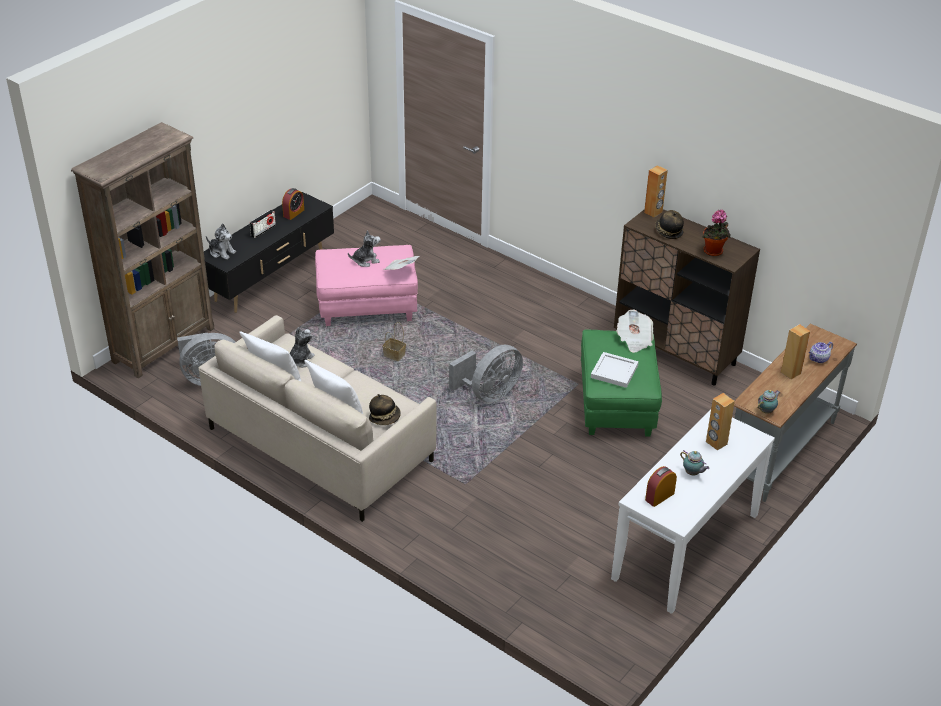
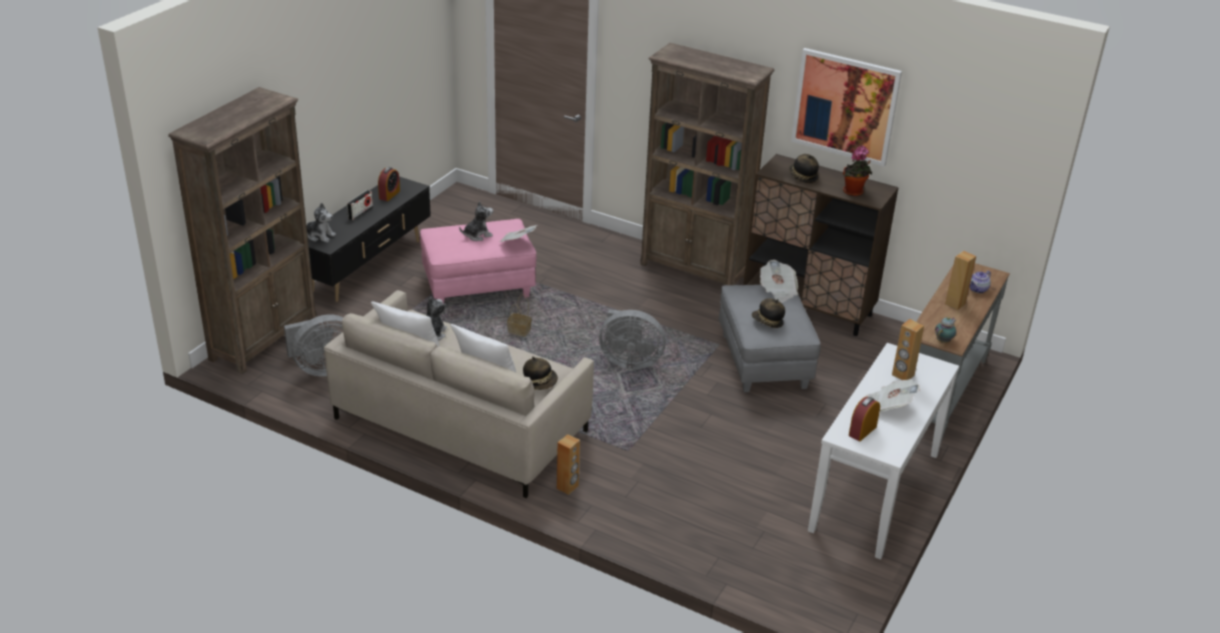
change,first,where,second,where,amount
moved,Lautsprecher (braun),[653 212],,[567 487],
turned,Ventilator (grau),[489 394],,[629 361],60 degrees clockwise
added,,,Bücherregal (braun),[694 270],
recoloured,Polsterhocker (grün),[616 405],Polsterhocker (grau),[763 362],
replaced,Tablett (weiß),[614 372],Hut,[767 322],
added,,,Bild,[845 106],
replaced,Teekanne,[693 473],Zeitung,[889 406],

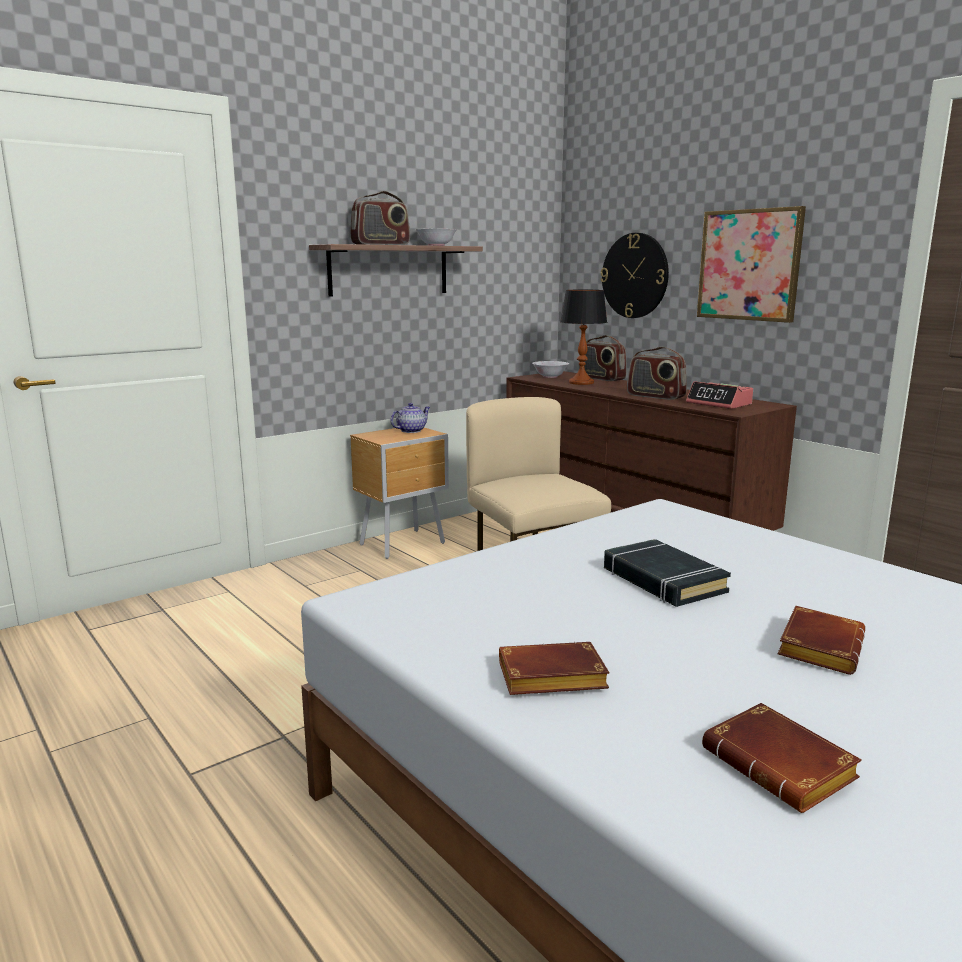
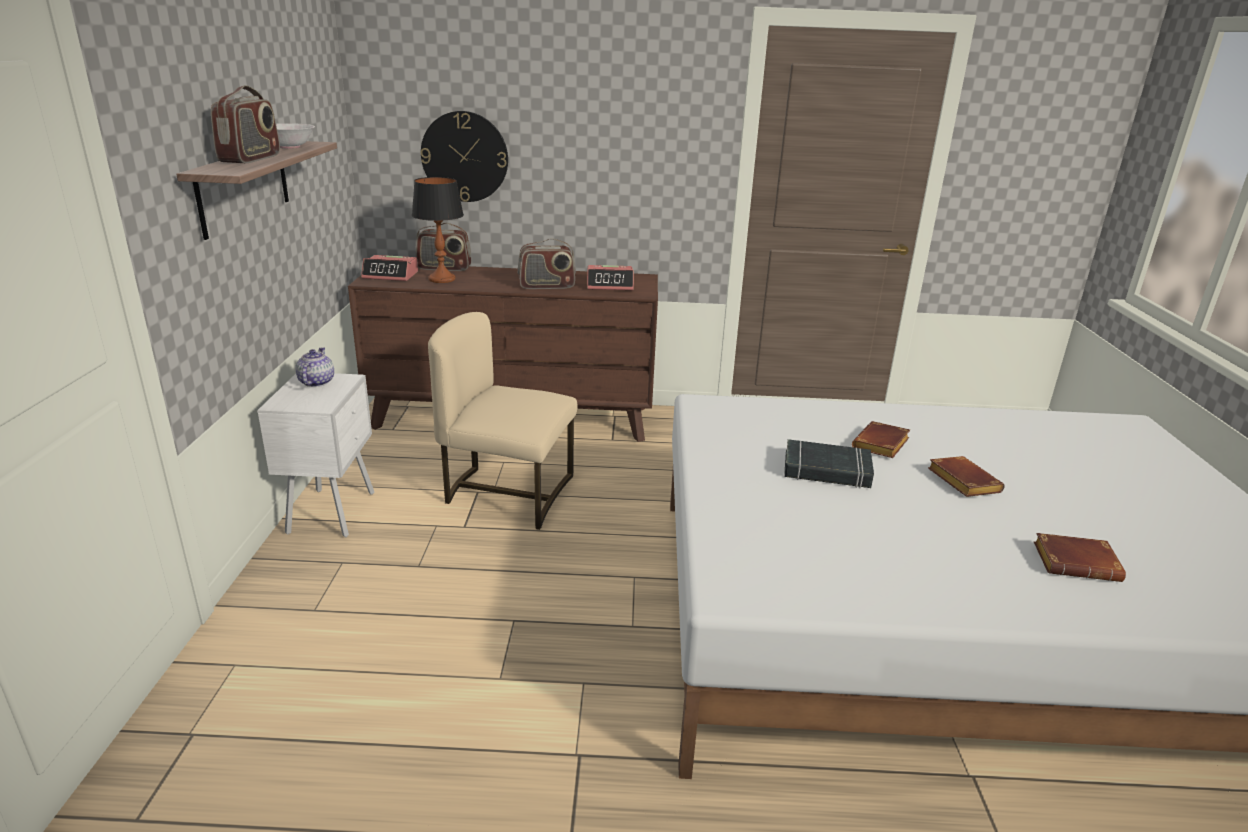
change,first,where,second,where,amount
recoloured,Nachttisch (braun),[404 544],Nachttisch (weiß),[334 512],
replaced,Schüssel (weiß),[550 377],Wecker,[391 275],
moved,Buch (braun),[549 679],,[881 446],
removed,Bild,[749 265],,,

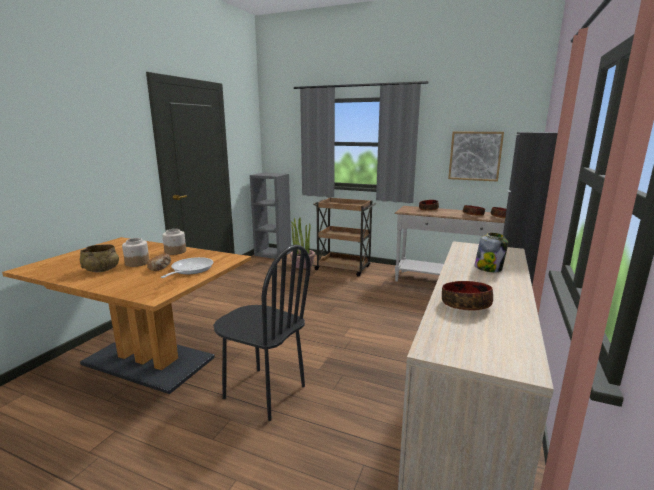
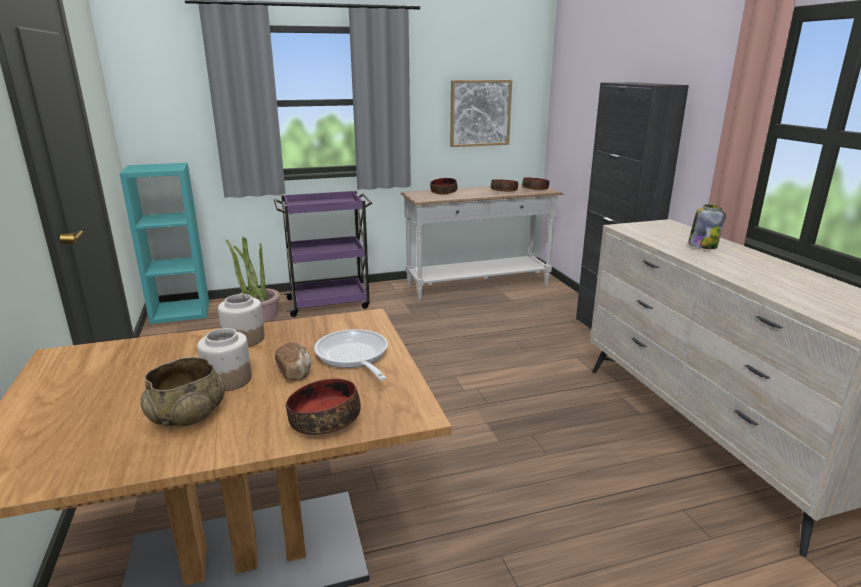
change,first,where,second,where,amount
recoloured,Bücherregal (grau),[273 254],Bücherregal (türkis),[181 311],
recoloured,Rollwagen (braun),[344 268],Rollwagen (lila),[329 303],
moved,Schüssel,[466 305],,[325 419],
removed,Stuhl (schwarz),[264 392],,,

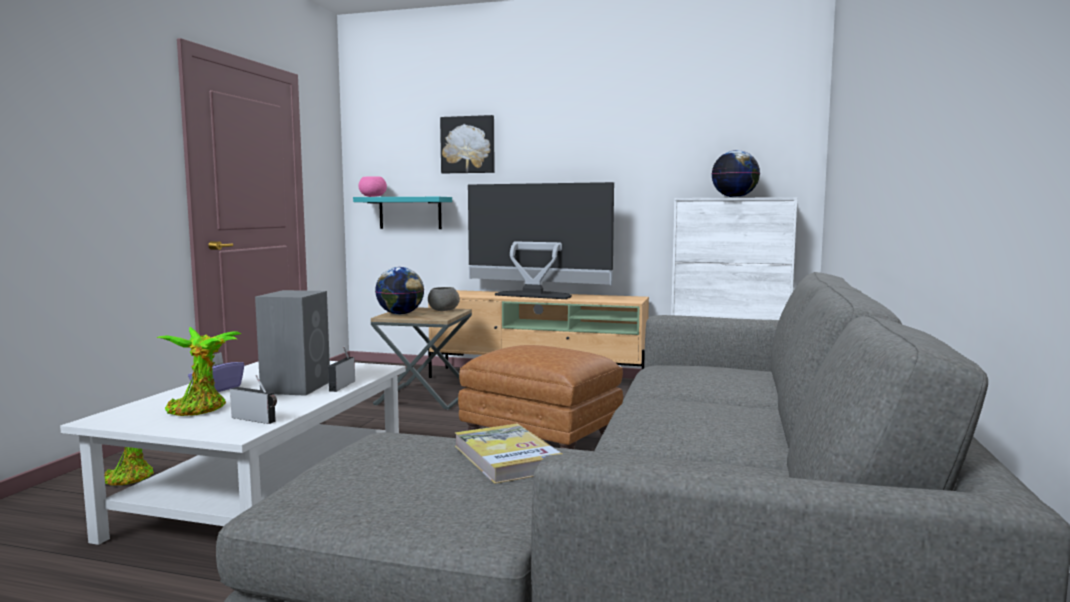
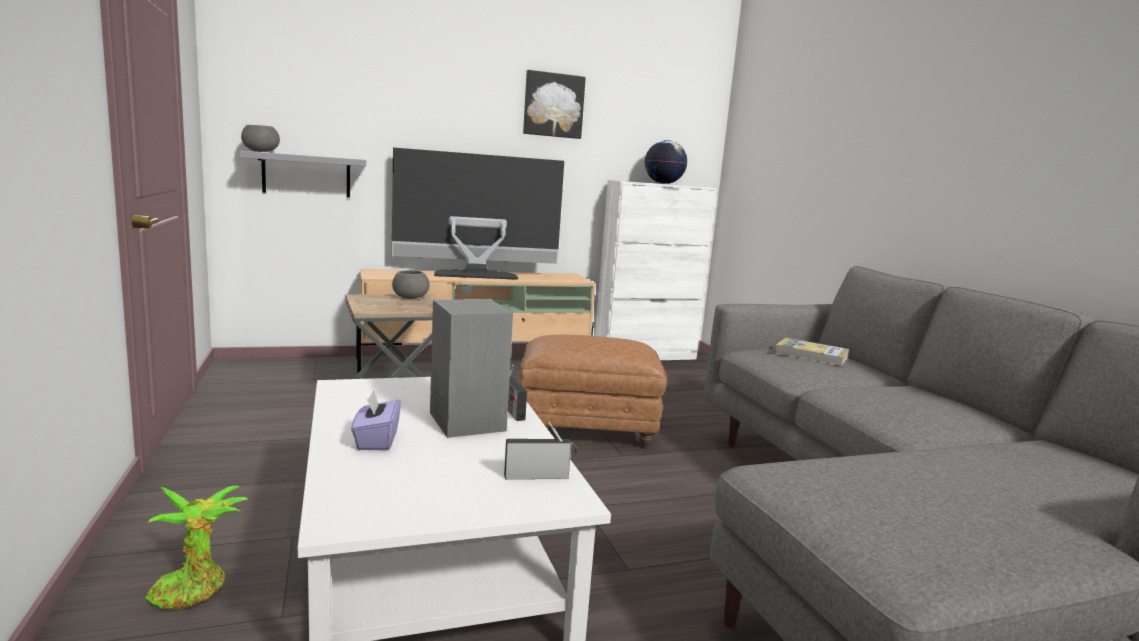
change,first,where,second,where,amount
recoloured,Wandregal (türkis),[410 213],Wandregal (grau),[306 175],
recoloured,Schüssel (rosa),[372 196],Schüssel (grau),[260 151],
moved,Bild,[468 145],,[553 105],
moved,Buch,[507 458],,[811 355],
removed,Topfpflanze,[200 409],,,
removed,Globus,[400 314],,,

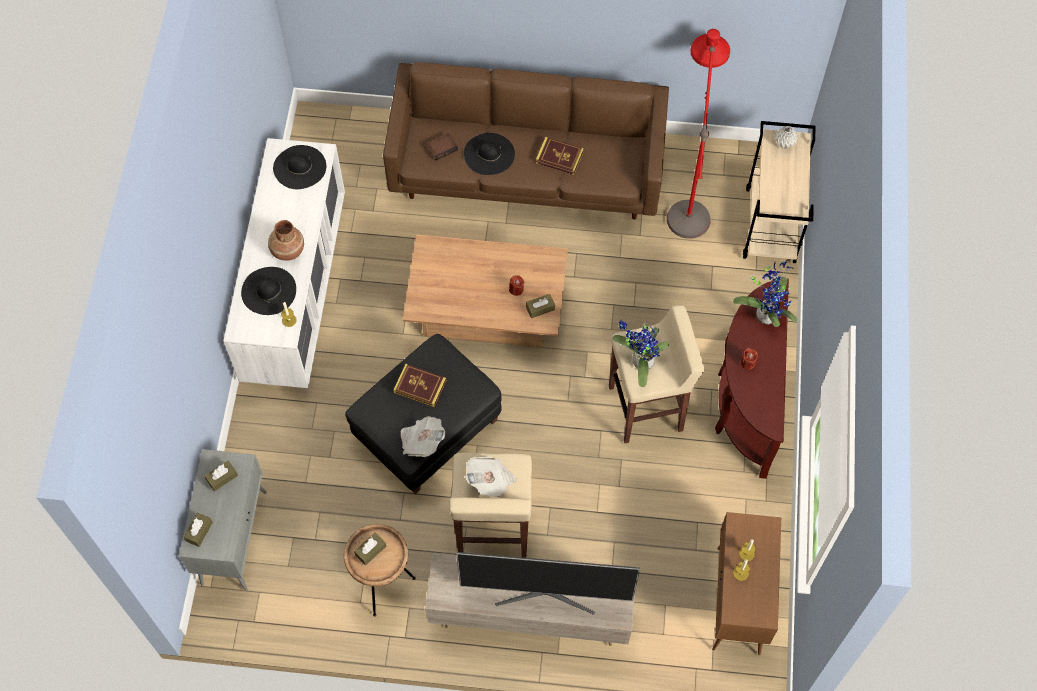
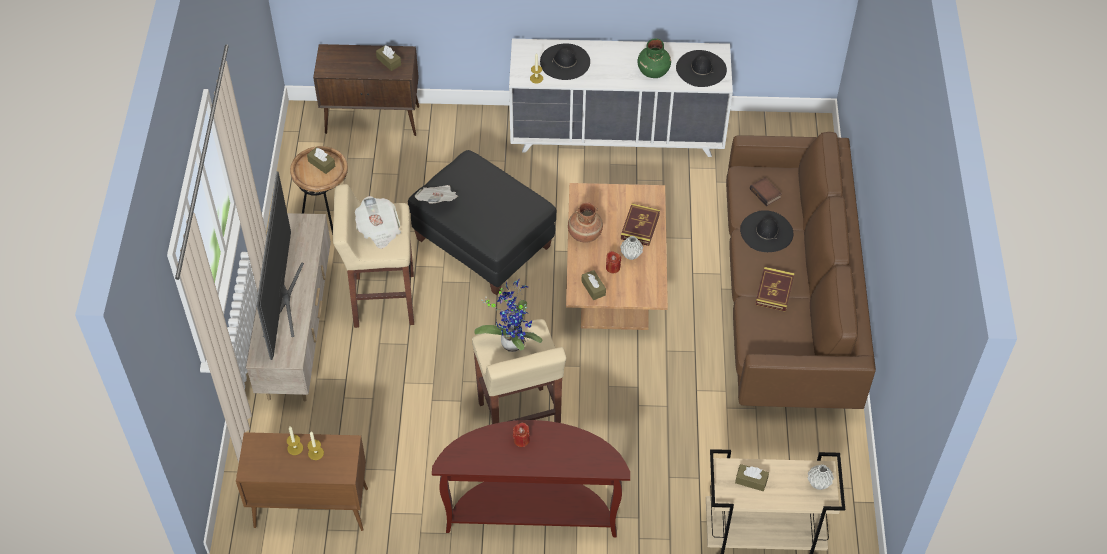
change,first,where,second,where,amount
recoloured,Schrank (grau),[234 537],Schrank (braun),[373 120],
moved,Vase (braun),[287 250],,[584 234],
added,,,Vase (grau),[631 255],
moved,Buch,[420 386],,[640 226],
added,,,Vase (grün),[653 71],
moved,Taschentuchbox (braun),[199 531],,[751 480],
removed,Stehlampe (rot),[689 193],,,
removed,Topfpflanze,[766 313],,,

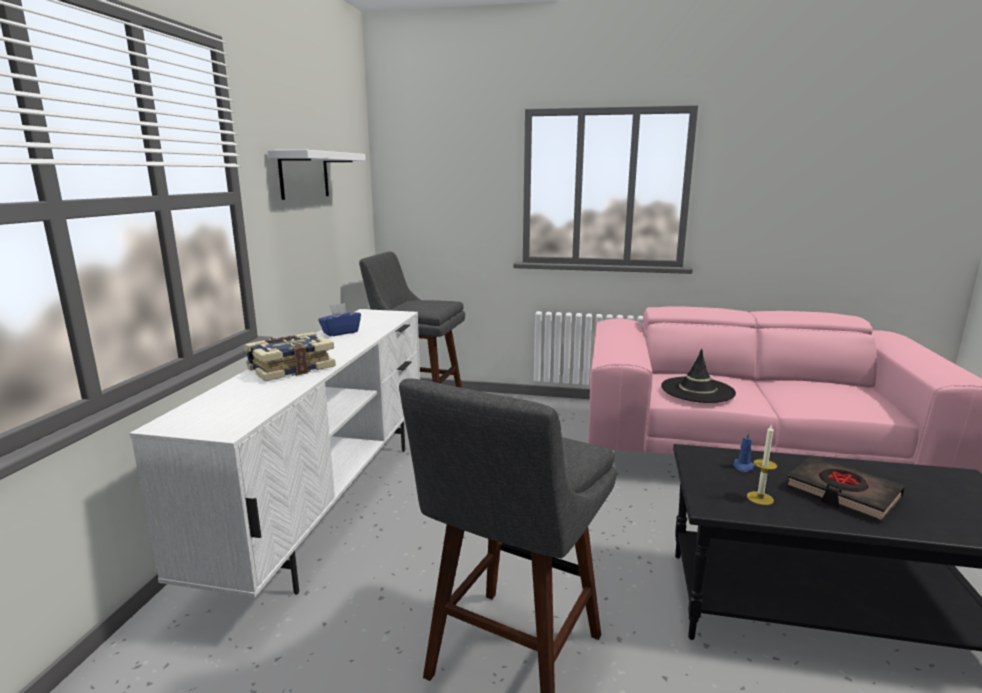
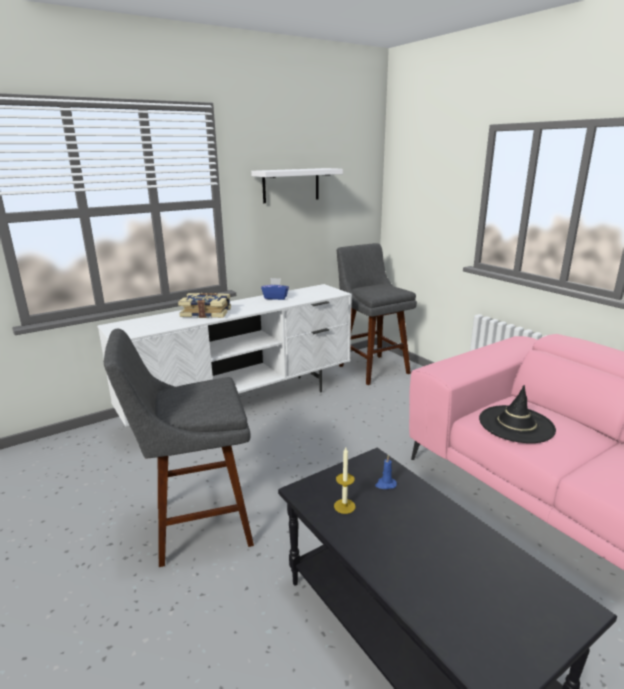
change,first,where,second,where,amount
removed,Buch (schwarz),[842 493],,,

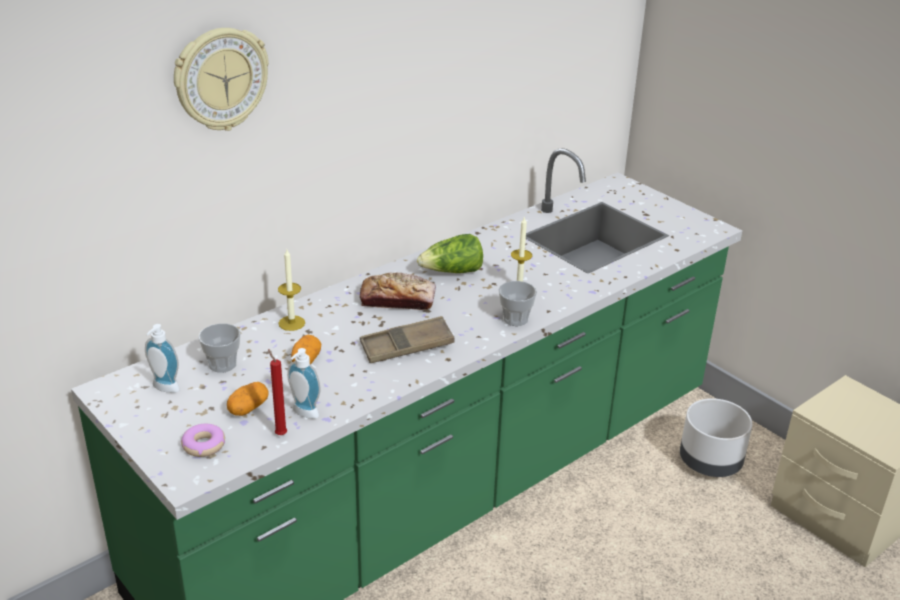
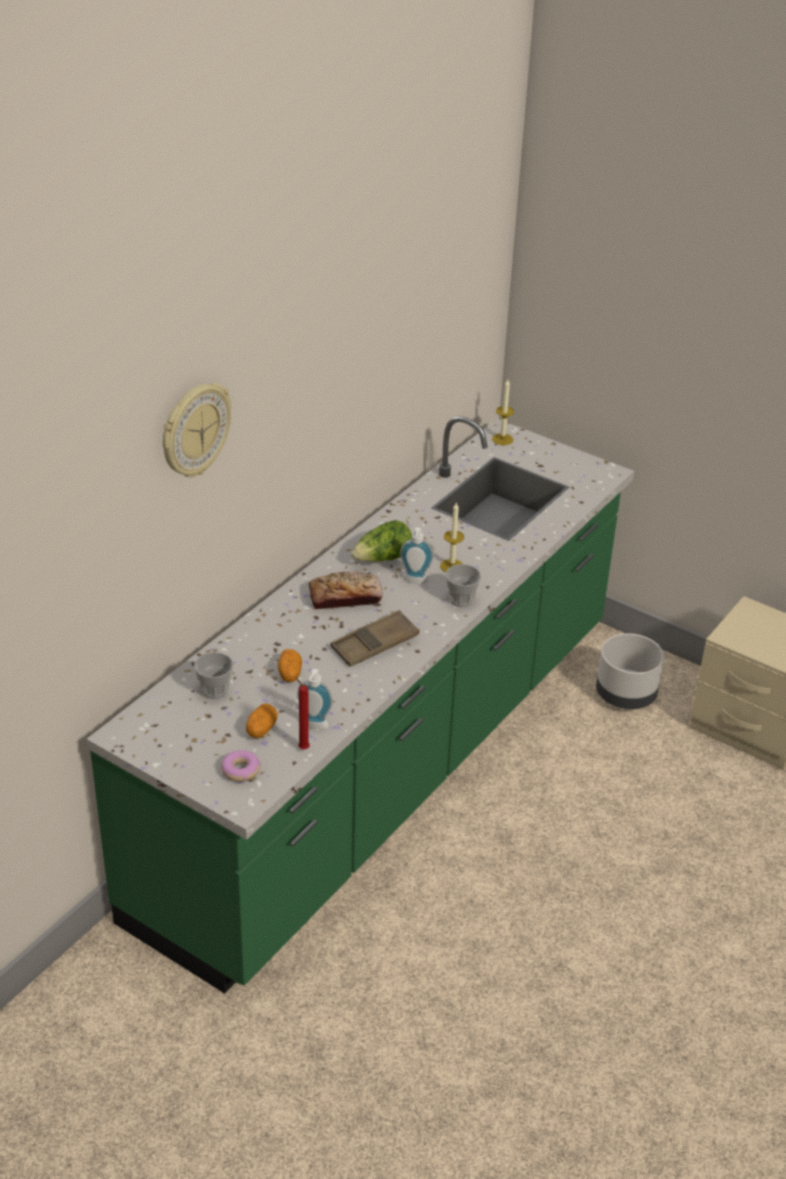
change,first,where,second,where,amount
moved,Seifenspender,[164 389],,[414 581],
moved,Kerze,[291 323],,[502 439],

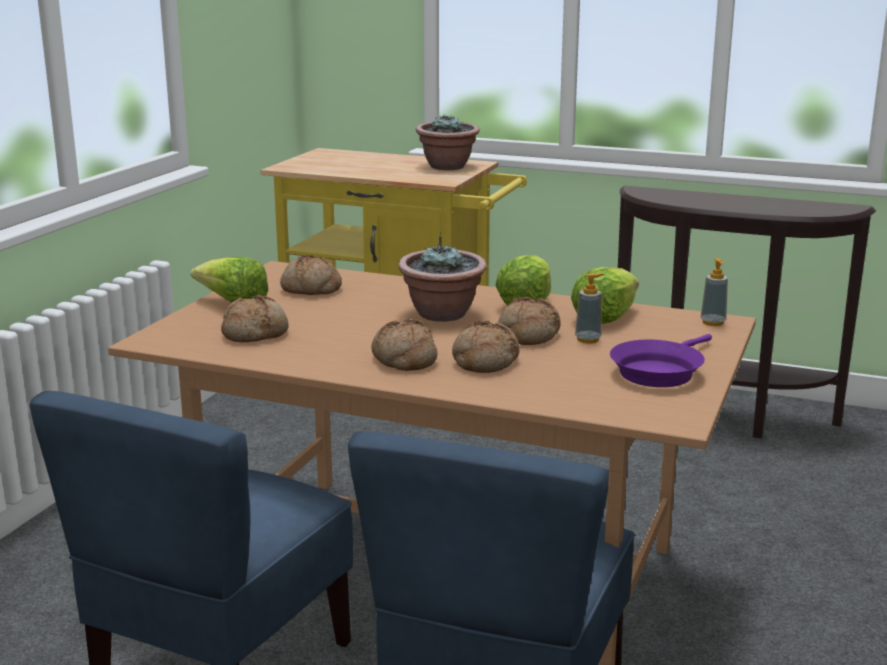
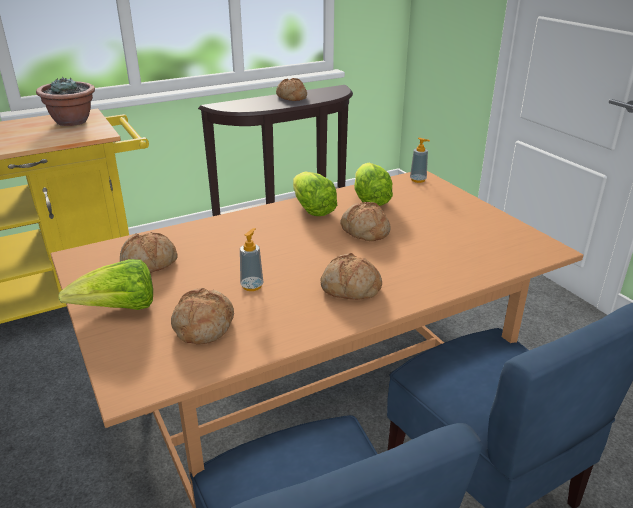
change,first,where,second,where,amount
moved,Seifenspender,[588 339],,[252 286],
moved,Brot,[484 361],,[291 97],
removed,Topfpflanze,[442 314],,,
removed,Pfanne (lila),[659 371],,,

